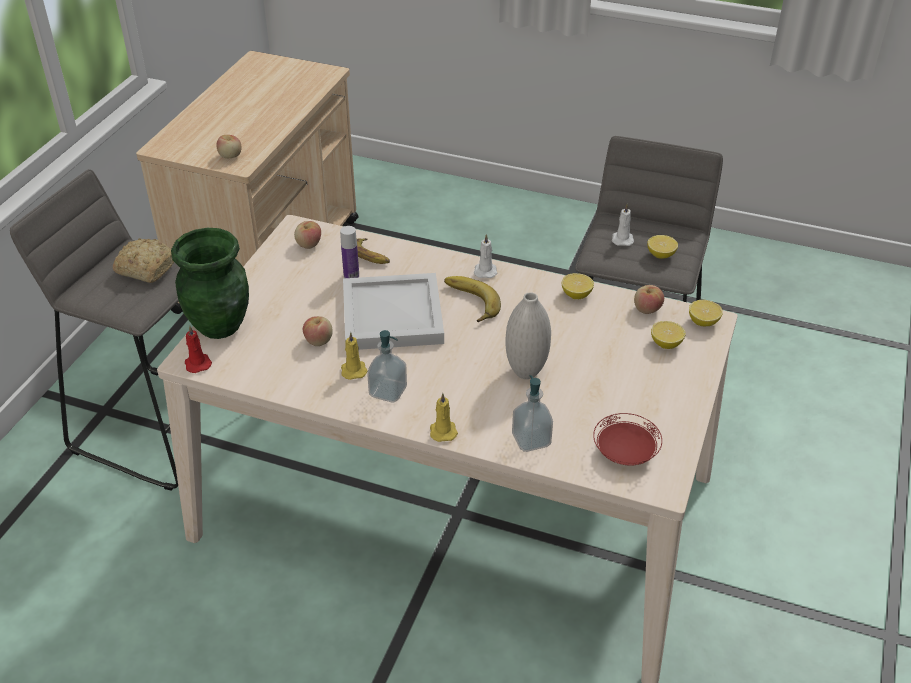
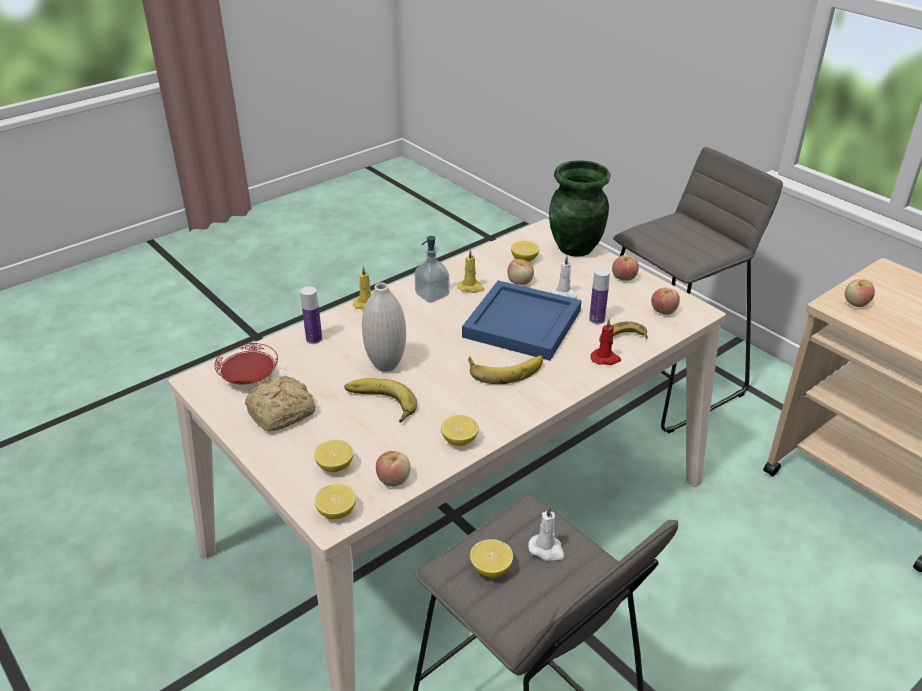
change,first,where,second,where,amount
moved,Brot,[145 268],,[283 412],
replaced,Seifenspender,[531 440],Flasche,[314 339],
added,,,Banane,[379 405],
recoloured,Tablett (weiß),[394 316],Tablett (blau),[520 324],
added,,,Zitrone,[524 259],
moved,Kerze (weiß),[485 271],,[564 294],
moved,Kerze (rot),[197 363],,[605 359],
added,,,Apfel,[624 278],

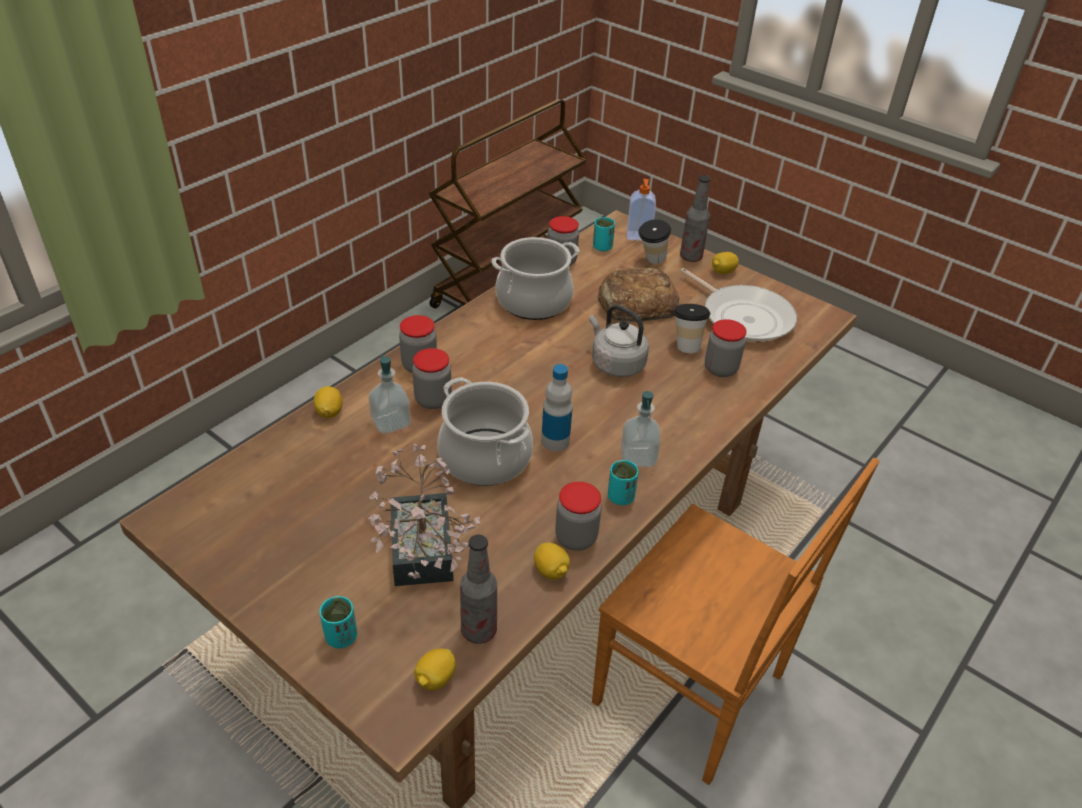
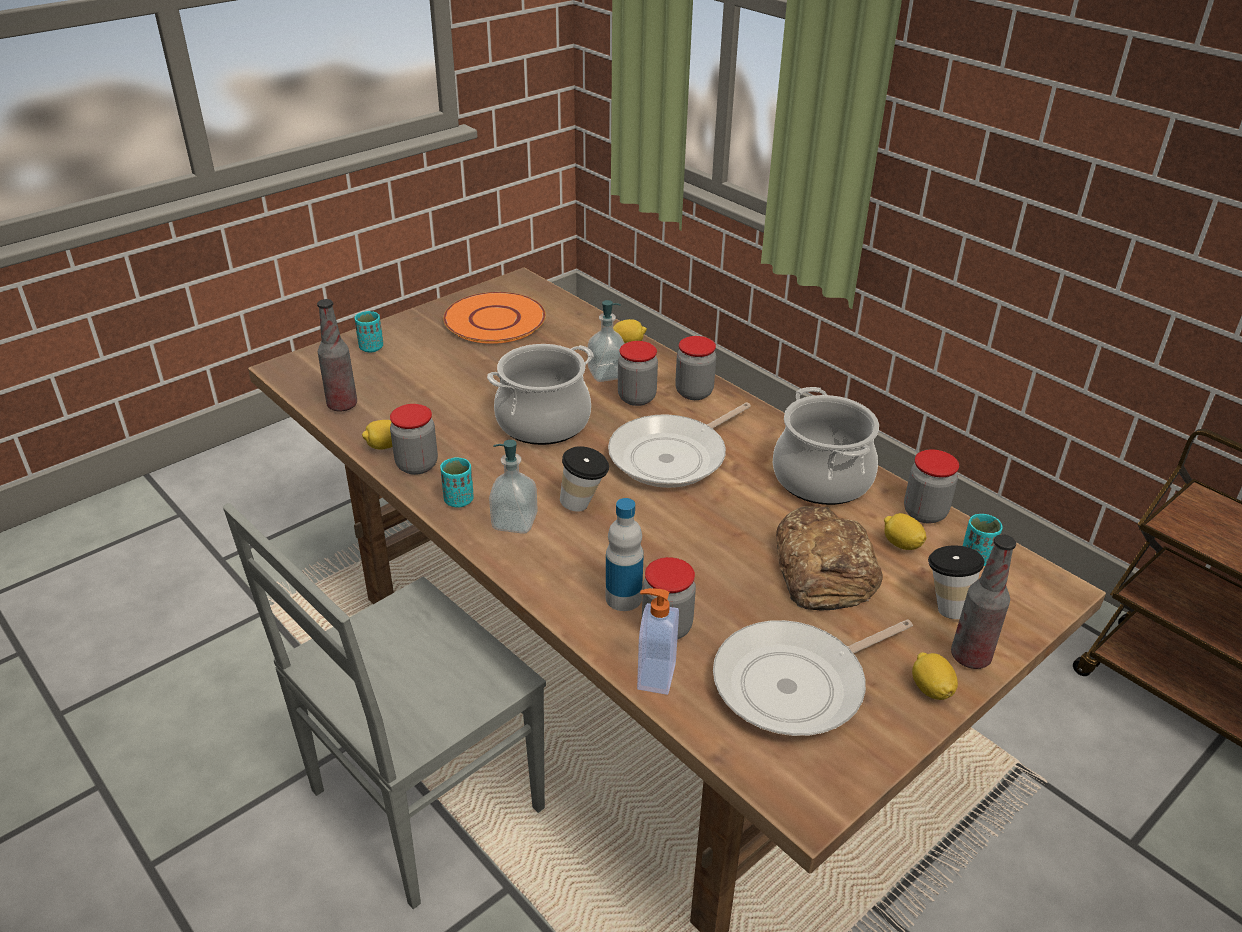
change,first,where,second,where,amount
recoloured,Stuhl (braun),[693 692],Stuhl (grau),[421 803],
added,,,Teller (orange),[494 320],
moved,Tasse,[686 345],,[584 505],
moved,Flasche,[555 441],,[623 598],
added,,,Pfanne,[673 457],
moved,Seifenspender,[638 236],,[654 676],
moved,Zitrone,[435 679],,[901 544],
removed,Topfpflanze,[421 558],,,
removed,Wasserkessel (grau),[615 364],,,

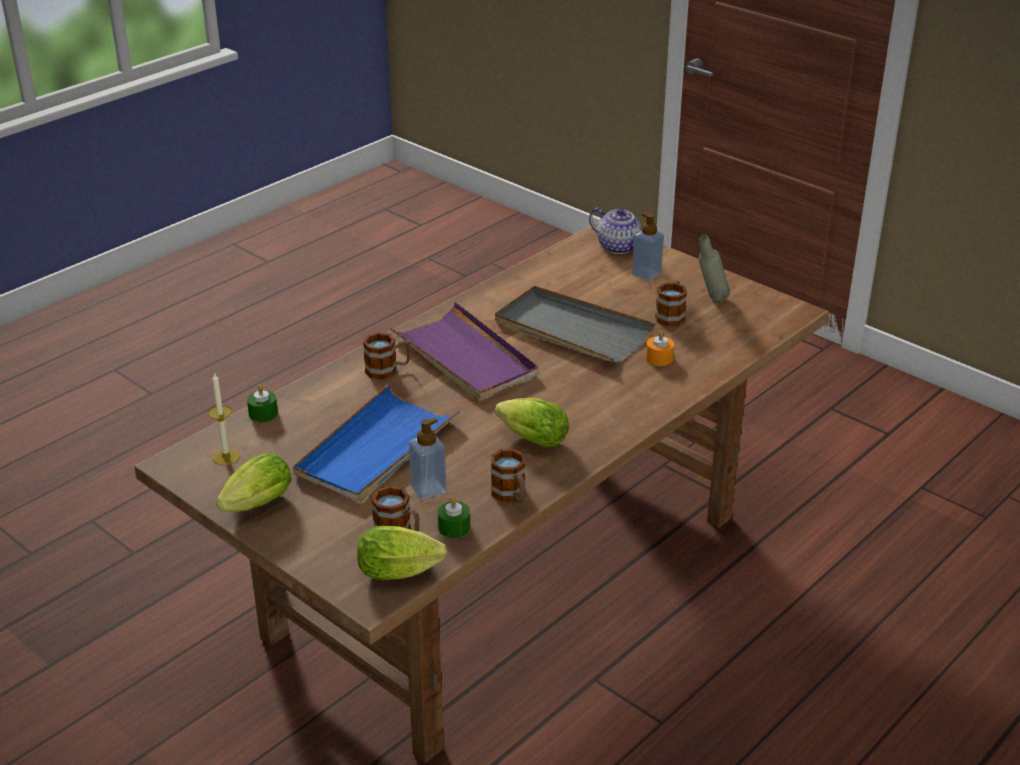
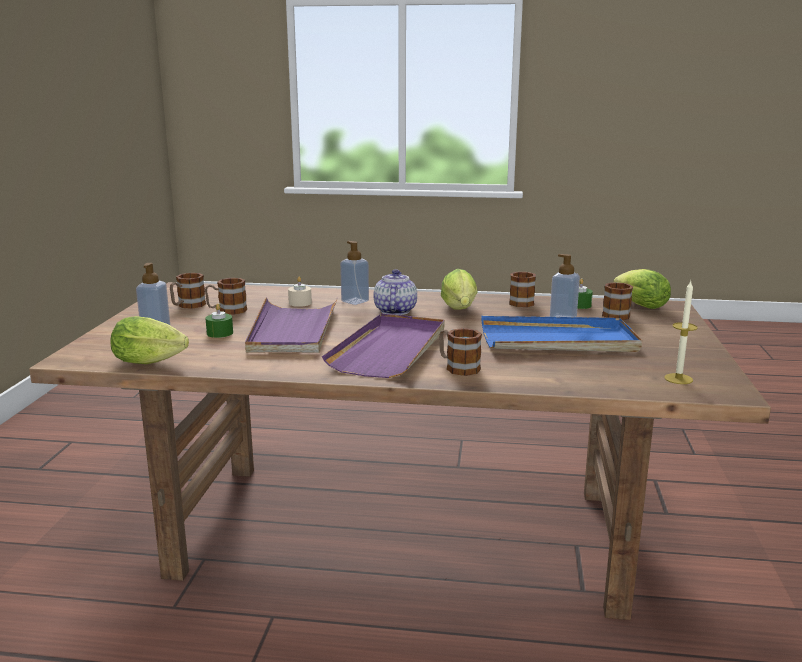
change,first,where,second,where,amount
moved,Salatkopf,[255 507],,[153 362],
replaced,Flasche (grau),[710 301],Henkelbecher,[187 306],
moved,Kerze (grün),[263 413],,[220 333],
recoloured,Tablett (grau),[572 330],Tablett (lila),[293 330],
recoloured,Kerze (orange),[659 358],Kerze (beige),[300 303],
added,,,Seifenspender,[355 301],
moved,Teekanne,[619 247],,[394 311],

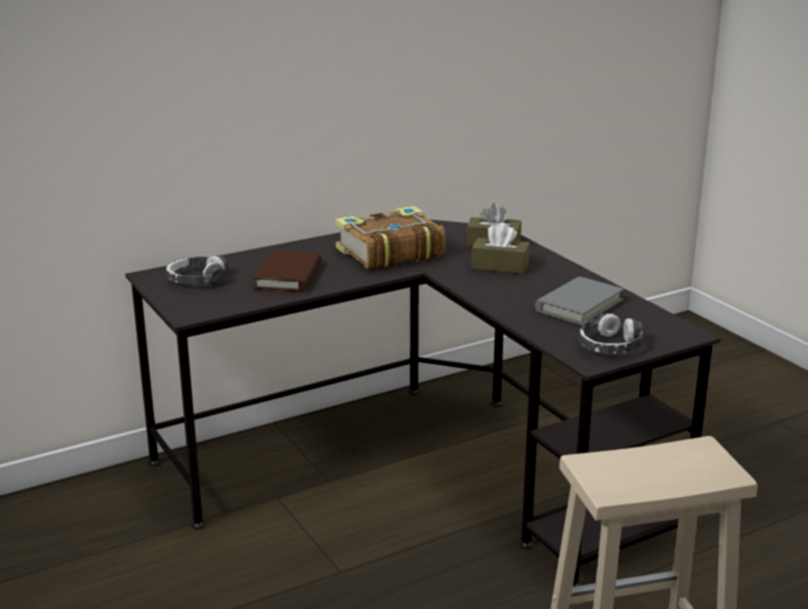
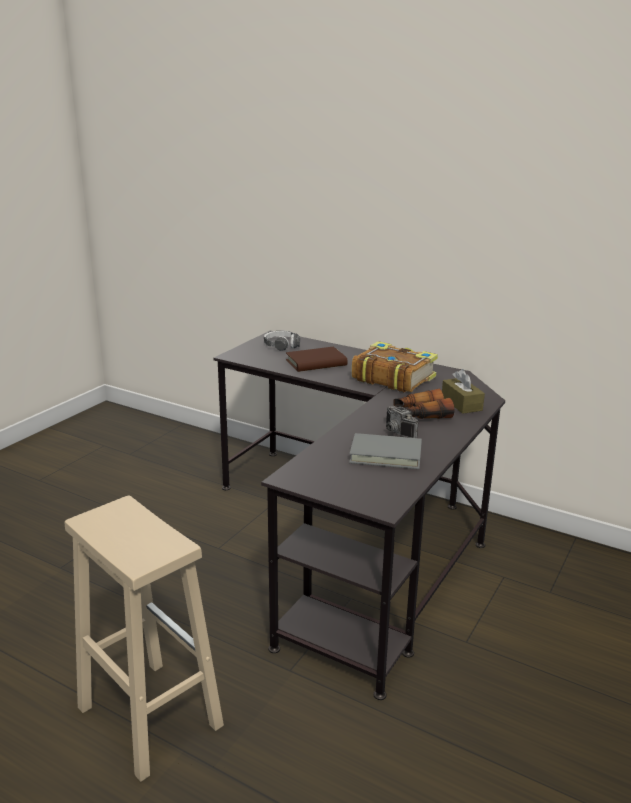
change,first,where,second,where,amount
added,,,Kamera,[396 432],
replaced,Taschentuchbox (braun),[500 266],Fernglas,[421 414],
removed,Kopfhörer,[609 345],,,

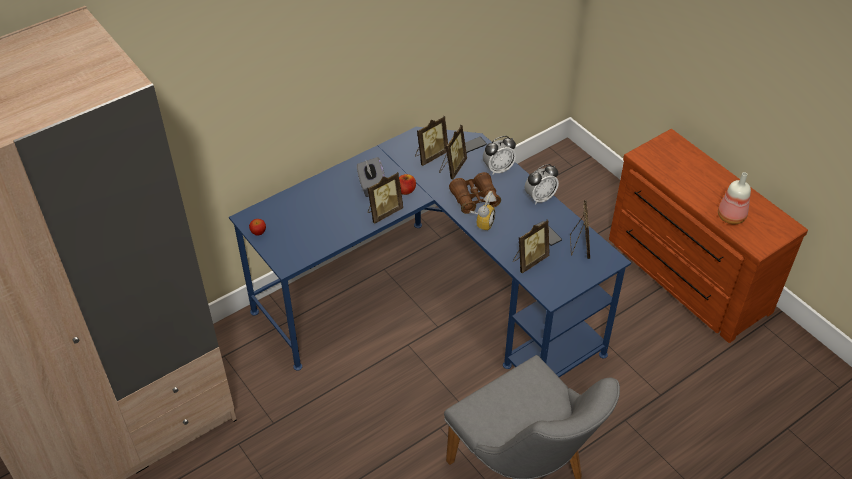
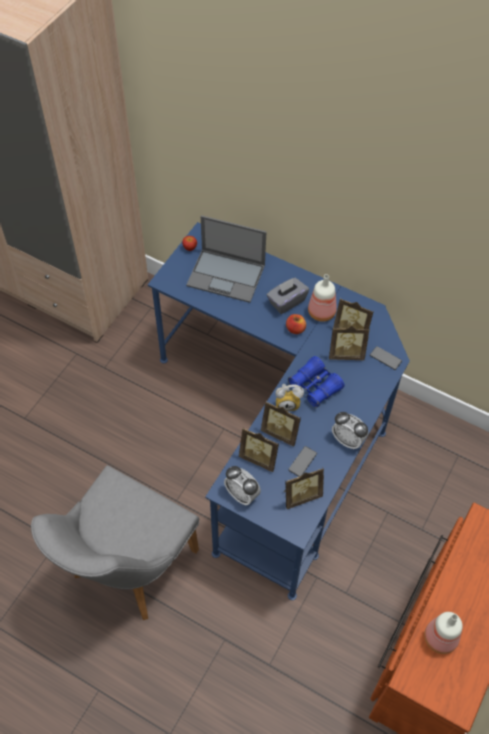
change,first,where,second,where,amount
added,,,Laptop,[227 275],
moved,Wecker,[498 169],,[242 494],
moved,Bilderrahmen,[383 212],,[281 432],
recoloured,Fernglas (braun),[474 199],Fernglas (blau),[315 386],
added,,,Flasche,[322 312],

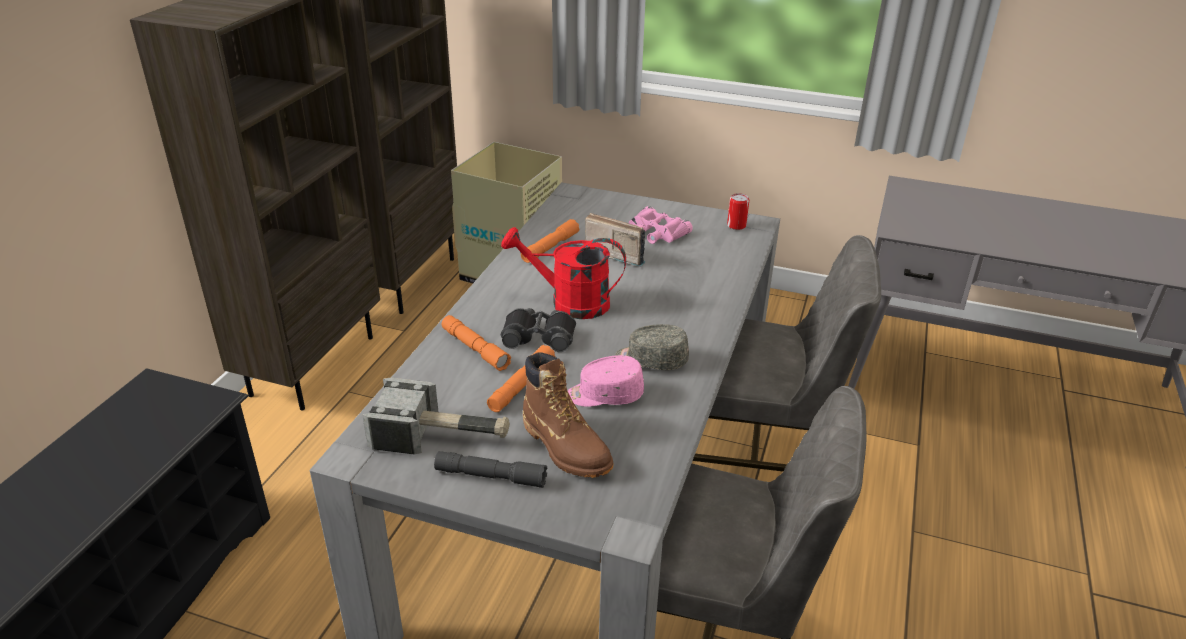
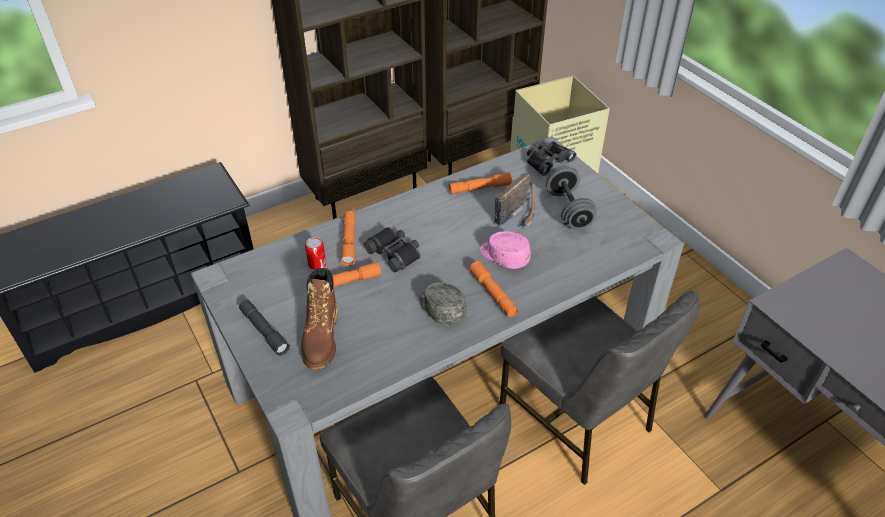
change,first,where,second,where,amount
moved,Dose,[736 225],,[317 264],
added,,,Taschenlampe (orange),[493 293],
moved,Kappe (rosa),[604 395],,[504 256],
turned,Radio,[616 253],,[519 214],60 degrees clockwise
added,,,Fernglas (schwarz),[547 160],
replaced,Fernglas (rosa),[656 232],Hantel (grau),[568 210],
removed,Hammer,[442 436],,,
removed,Gießkanne (rot),[569 303],,,

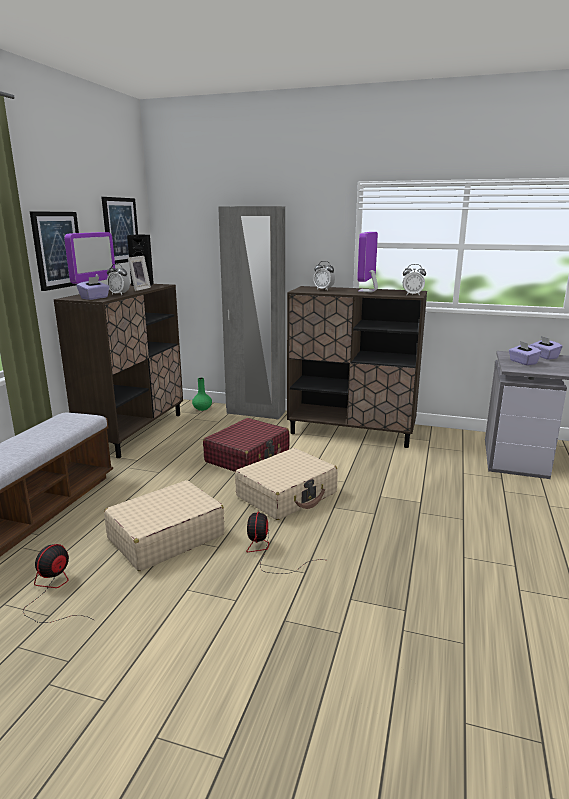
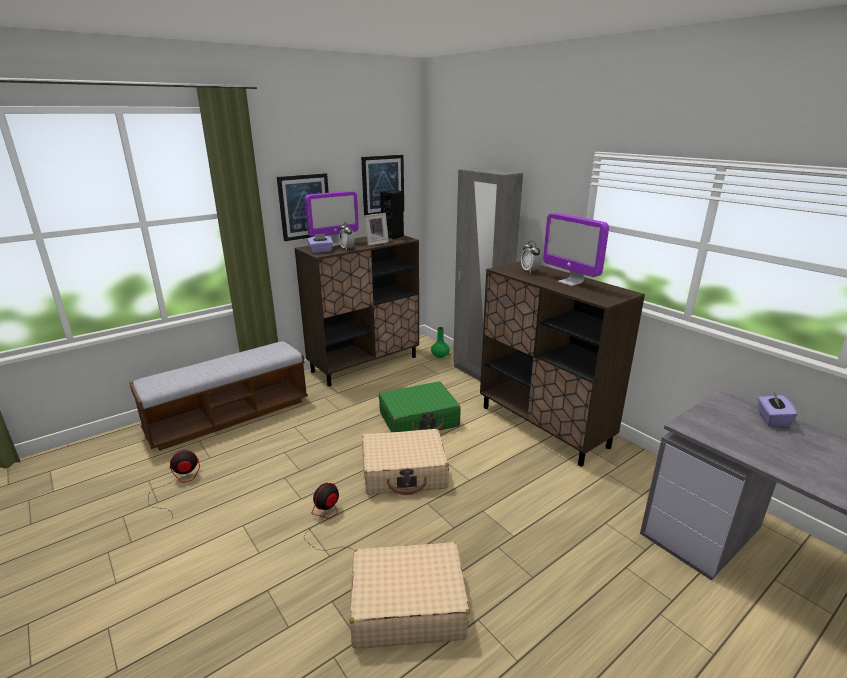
change,first,where,second,where,amount
moved,Koffer (beige),[165 537],,[407 606],
recoloured,Koffer (rot),[248 457],Koffer (grün),[419 419],
turned,Monitor,[367 291],,[570 282],90 degrees counterclockwise
removed,Wecker,[412 294],,,
removed,Taschentuchbox (lila),[522 362],,,

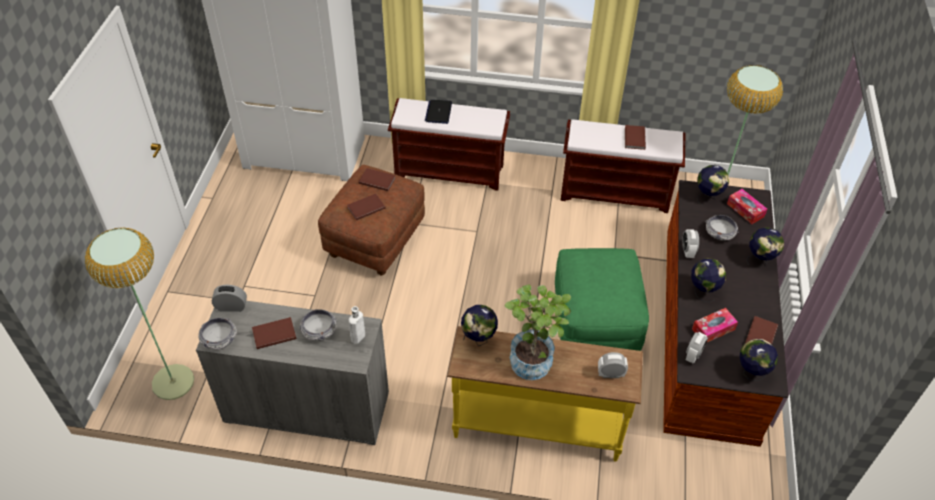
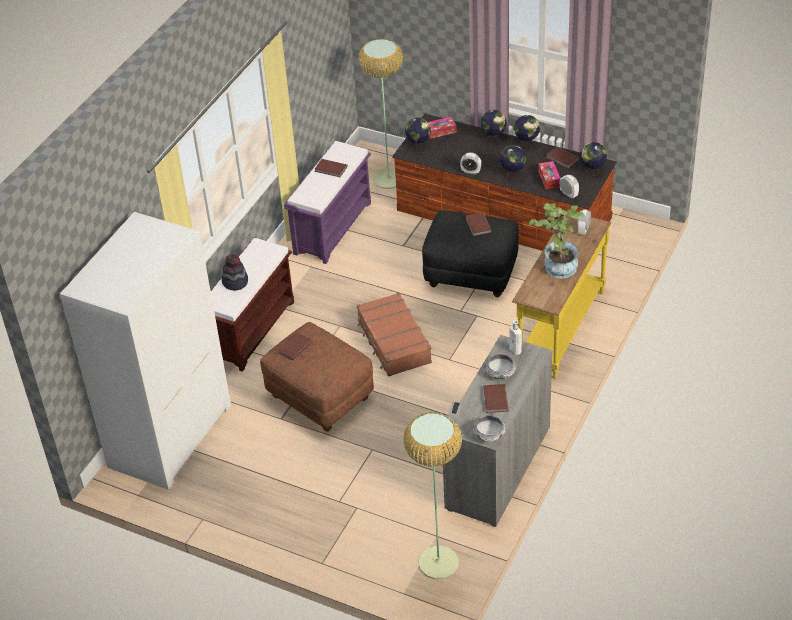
change,first,where,second,where,amount
replaced,Laptop,[438 112],Hut,[235 282],
recoloured,Bank (braun),[616 192],Bank (lila),[332 227],
added,,,Koffer (braun),[393 342],
recoloured,Polsterhocker (grün),[595 322],Polsterhocker (schwarz),[471 274],
moved,Buch (braun),[365 208],,[477 225],
moved,Globus,[479 339],,[526 144],
removed,Schüssel,[720 233],,,

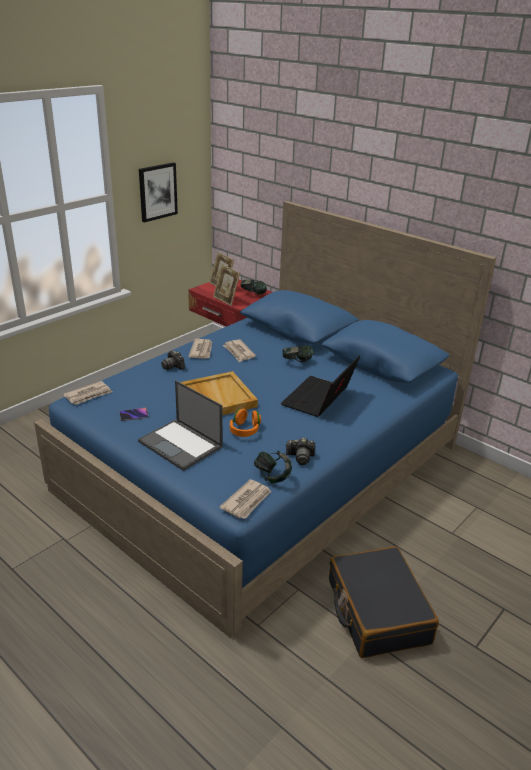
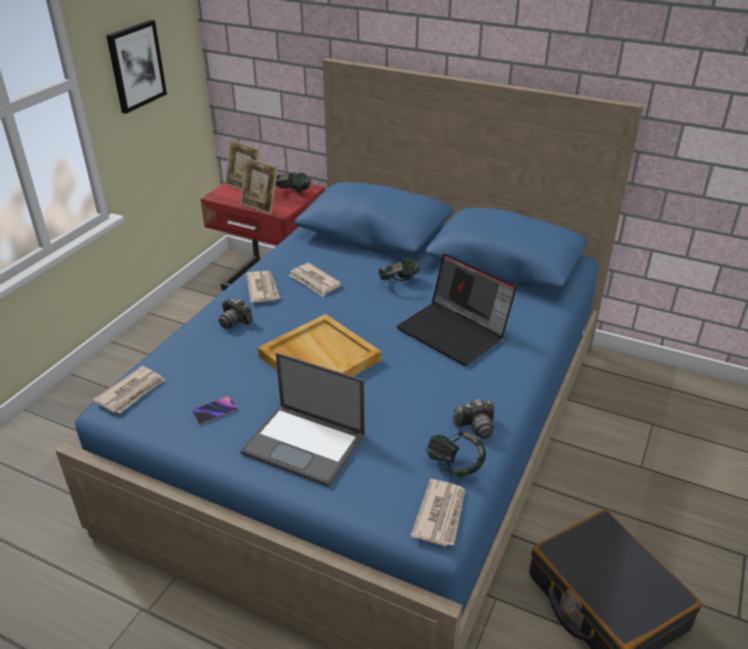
change,first,where,second,where,amount
turned,Laptop,[319 399],,[455 332],60 degrees counterclockwise
removed,Kopfhörer (orange),[245 430],,,

